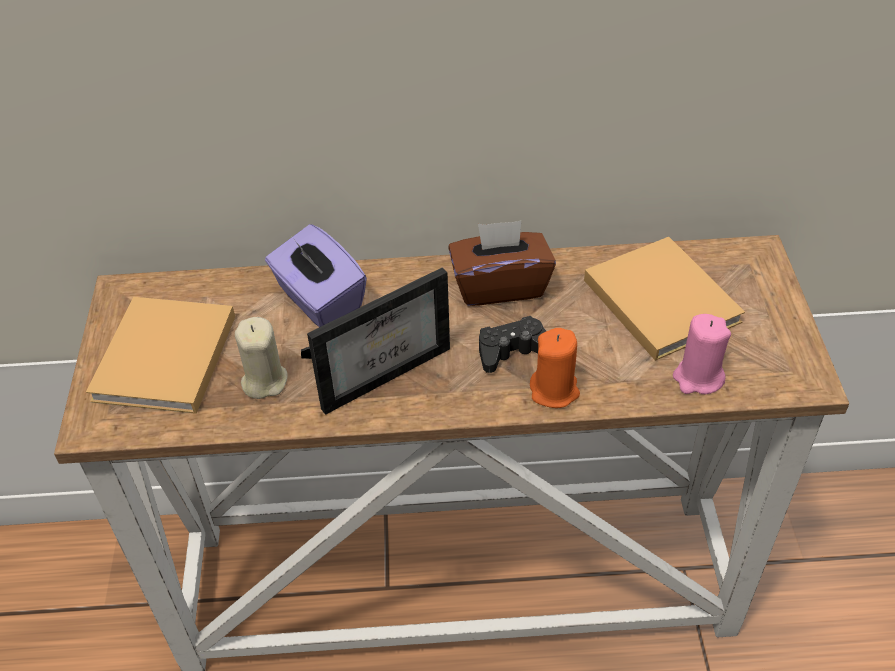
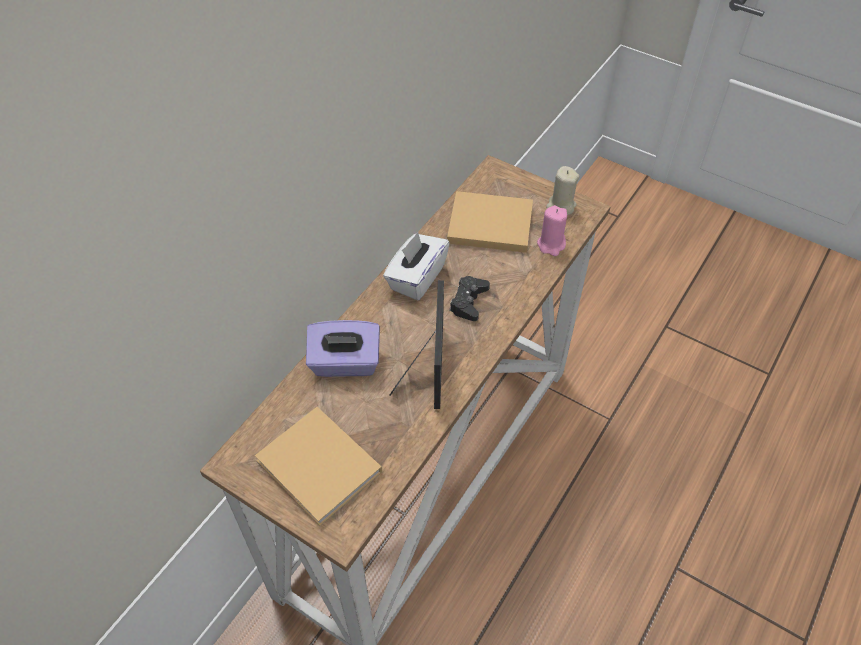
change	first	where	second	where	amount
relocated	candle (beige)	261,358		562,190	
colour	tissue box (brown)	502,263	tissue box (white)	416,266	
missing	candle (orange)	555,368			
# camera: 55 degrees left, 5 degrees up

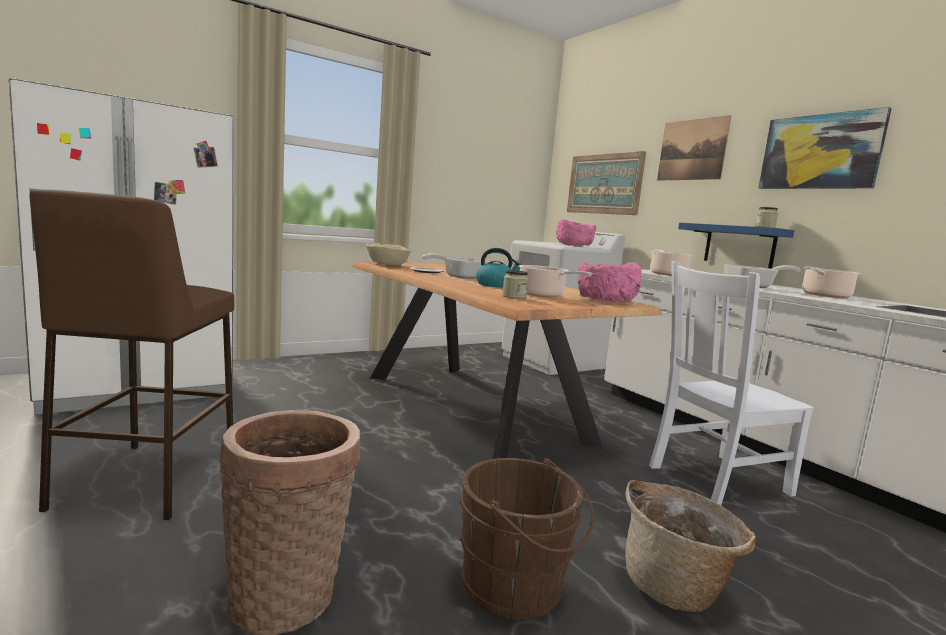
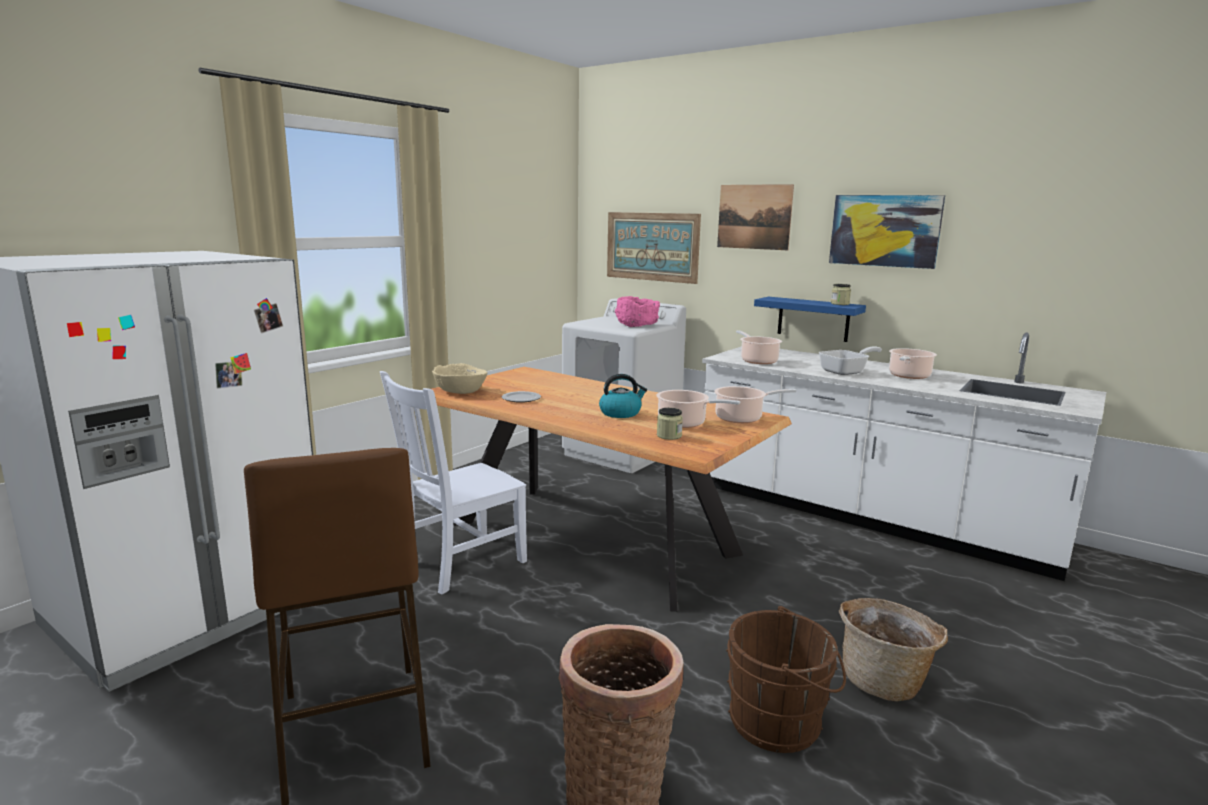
change	first	where	second	where	amount
missing	frying pan	455,266			
exchanged	bowl (pink)	610,282	cooking pot	755,404	
relocated	chair (white)	731,383		453,482	
# camera: 20 degrees left, 5 degrees up

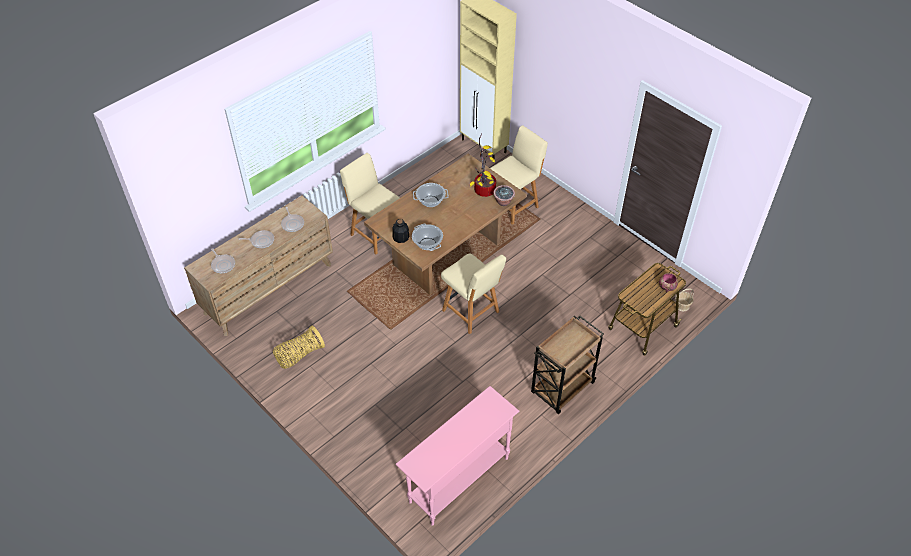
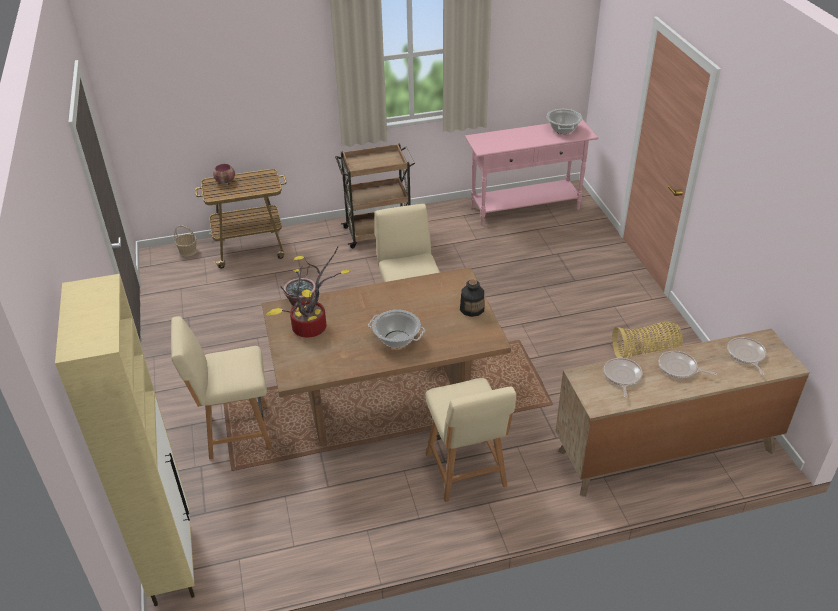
change	first	where	second	where	amount
relocated	cooking pot	427,237		565,121	
# camera: 150 degrees left, 10 degrees down

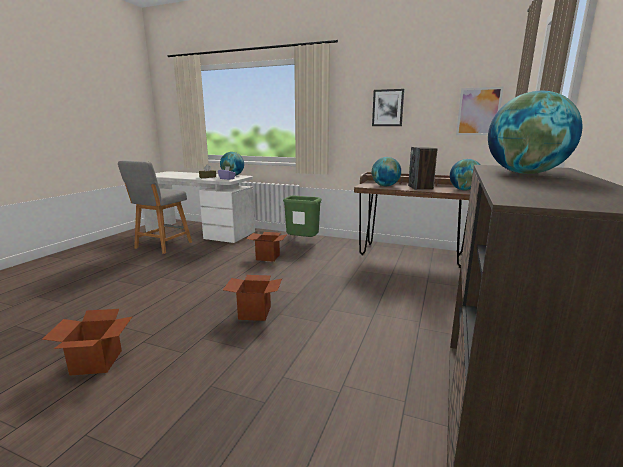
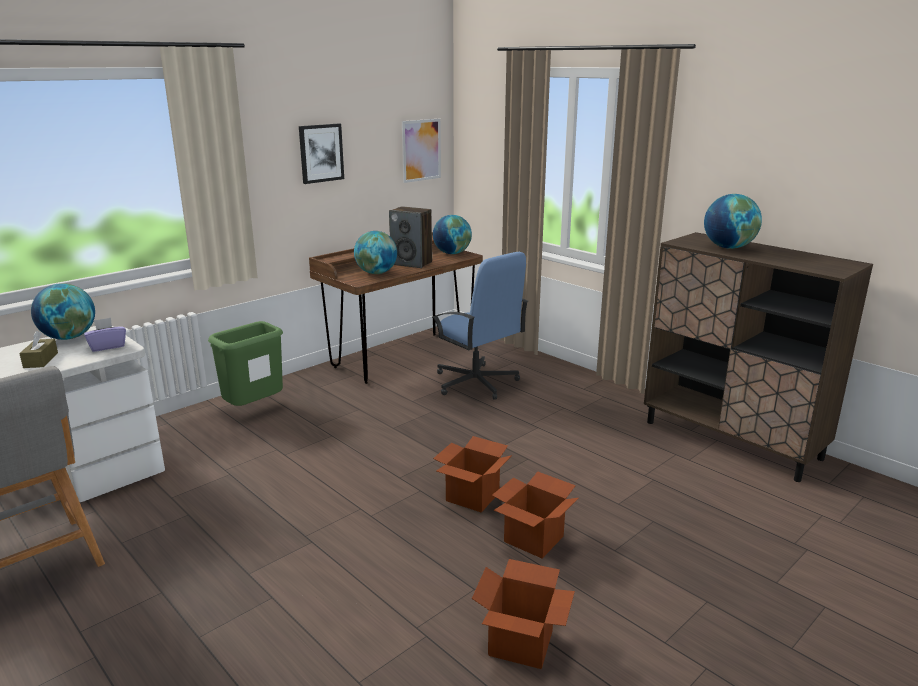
change	first	where	second	where	amount
relocated	cardboard box	267,247		535,515	
appeared			office chair (blue)	480,326	
# camera: 65 degrees left, 5 degrees up

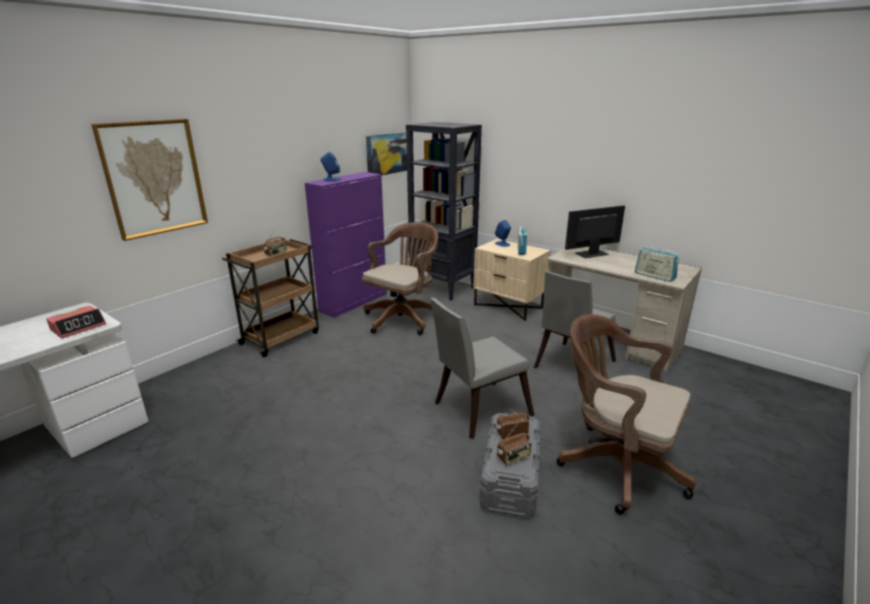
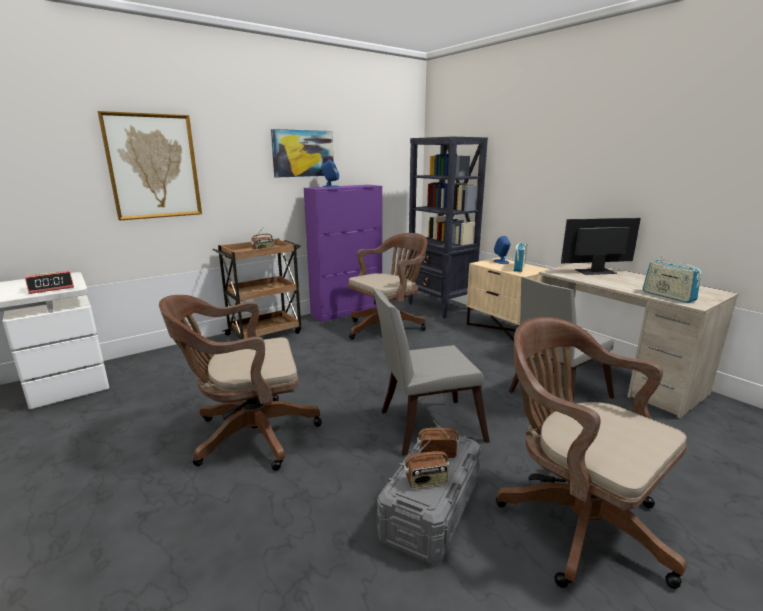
change	first	where	second	where	amount
relocated	picture	386,153		302,153	
appeared			office chair (brown)	240,383	
# camera: 15 degrees right, 5 degrees down

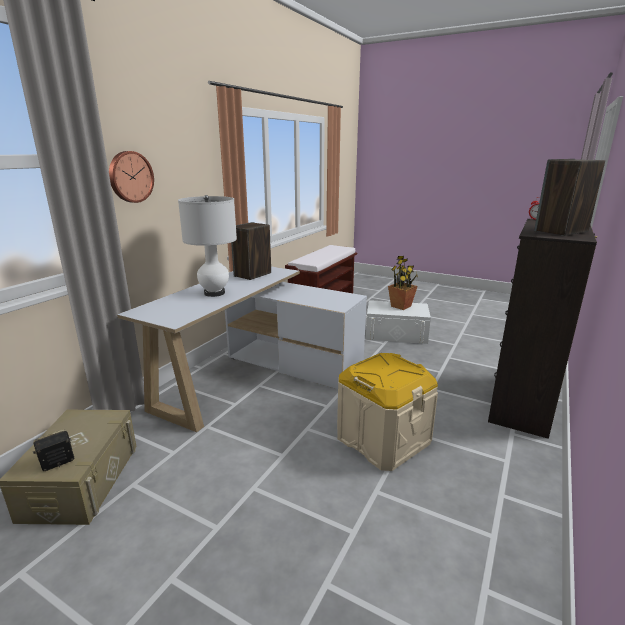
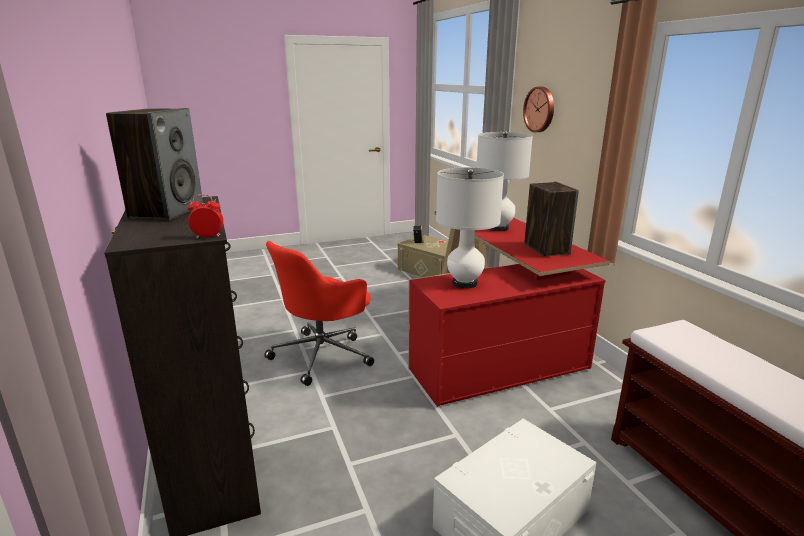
change	first	where	second	where	amount
colour	desk (white)	242,349	desk (red)	508,309	
exchanged	storage box (beige)	387,412	office chair (red)	319,313	
missing	potted plant	403,283			
appeared			table lamp (white)	470,228	
# camera: 130 degrees right, 0 degrees up

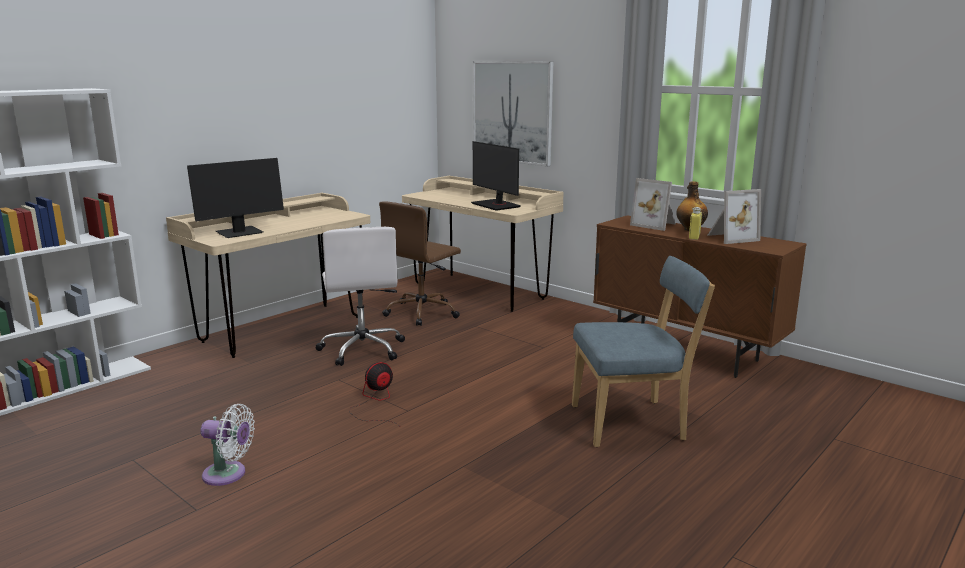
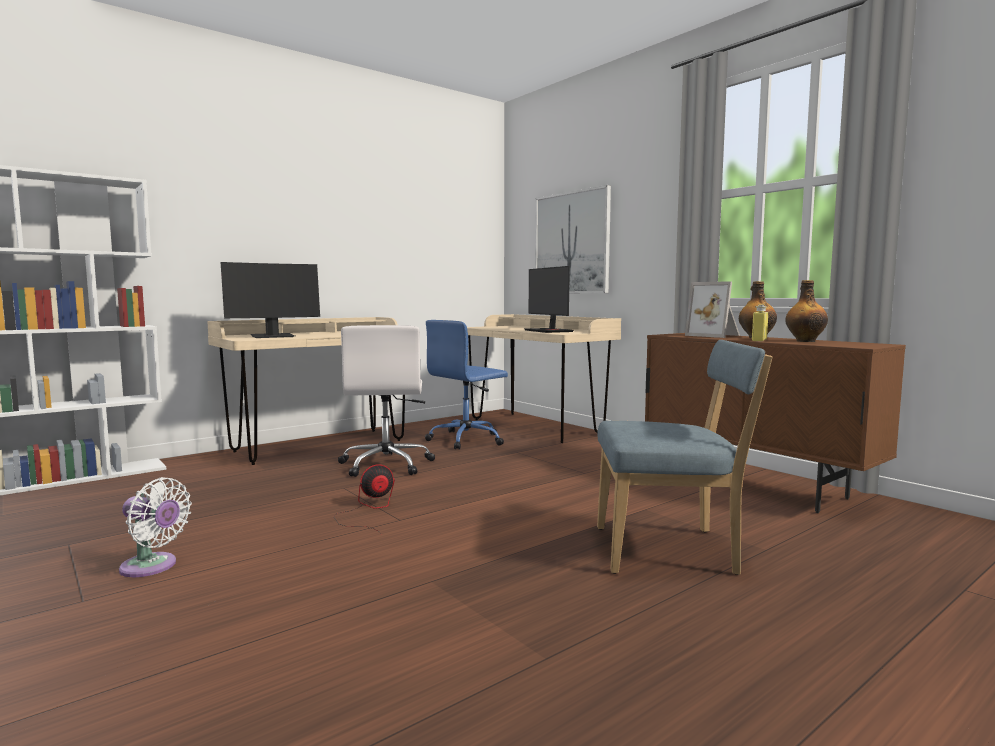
change	first	where	second	where	amount
colour	office chair (brown)	420,264	office chair (blue)	466,385	
exchanged	picture frame	734,216	bottle	806,311	
# camera: 10 degrees right, 10 degrees down

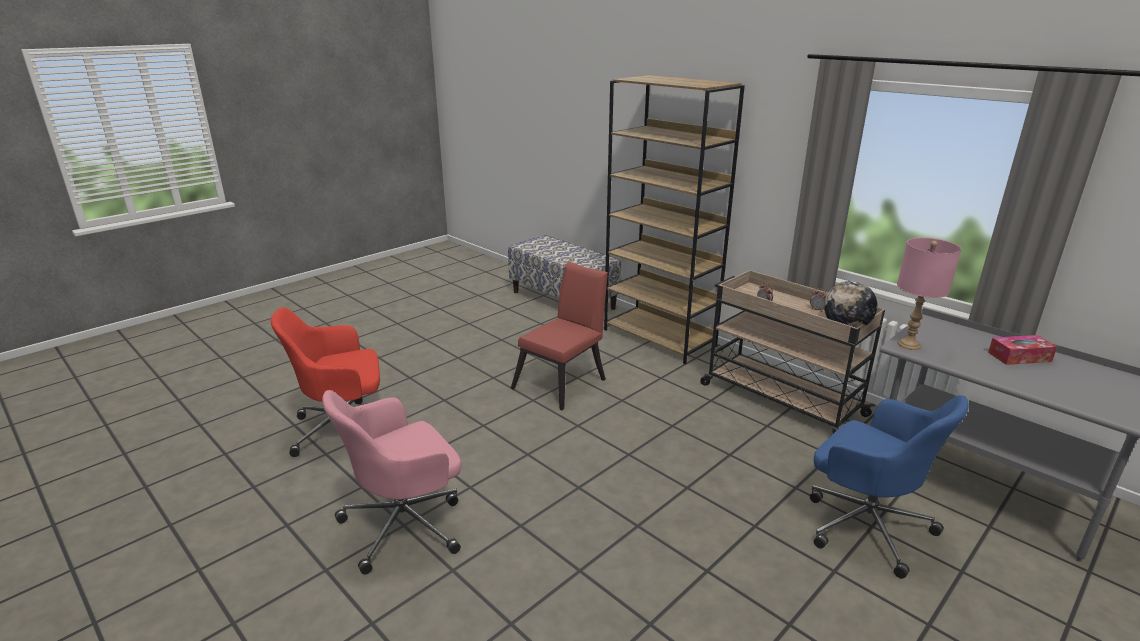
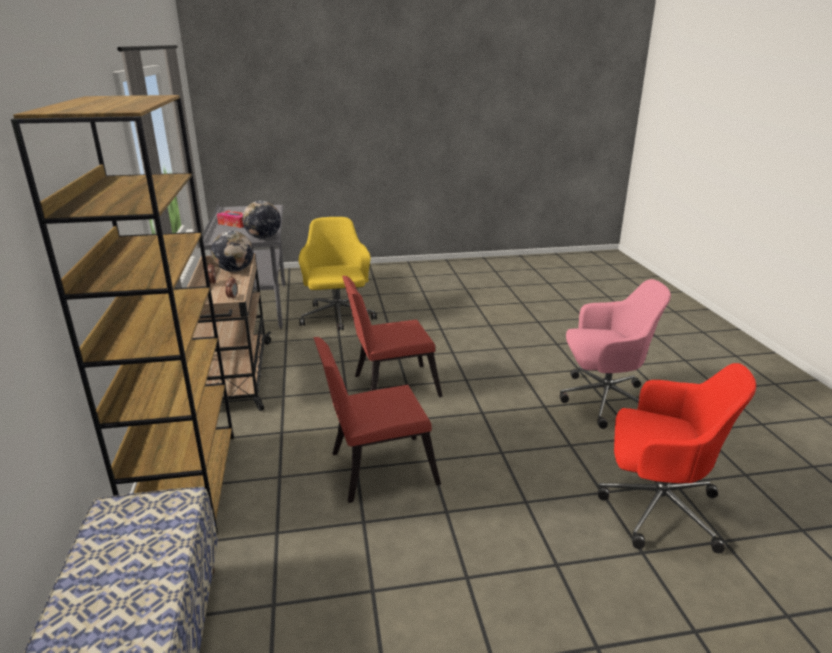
change	first	where	second	where	amount
colour	office chair (blue)	889,487	office chair (yellow)	338,274	
exchanged	table lamp (pink)	929,294	globe	261,220	
appeared			chair (red)	392,336	
# camera: 145 degrees left, 0 degrees up

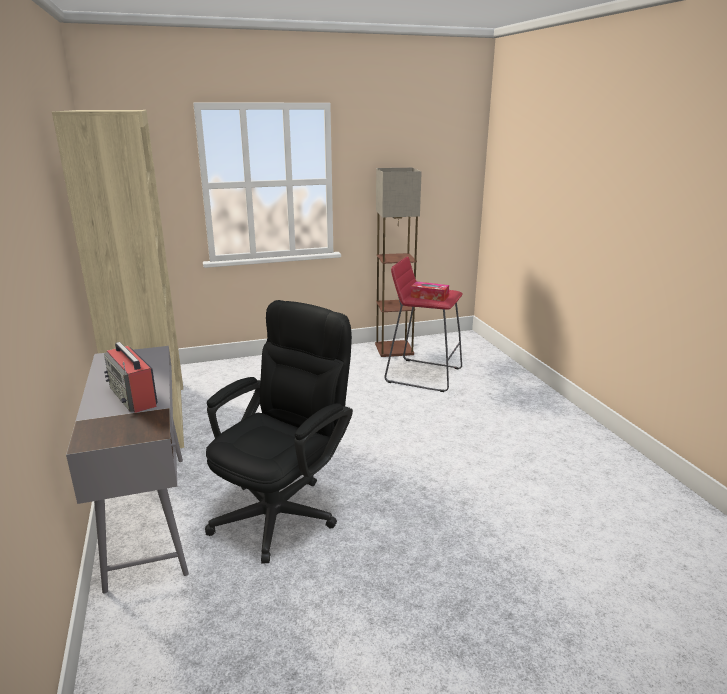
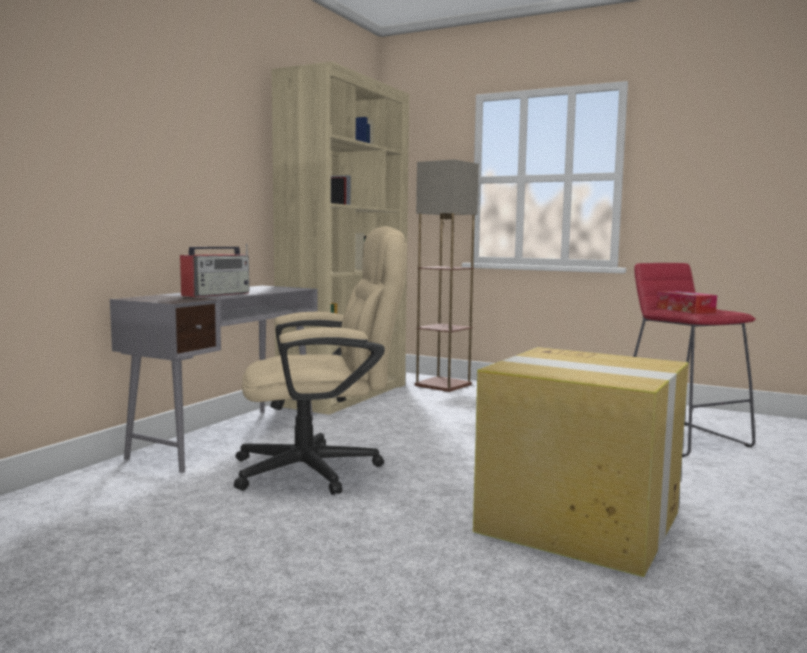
change	first	where	second	where	amount
spun	radio	131,377		214,270	150 degrees counterclockwise
colour	office chair (black)	279,432	office chair (beige)	320,360	
relocated	floor lamp	398,262		447,275	
appeared			cardboard box	581,462	
# camera: 45 degrees right, 15 degrees down

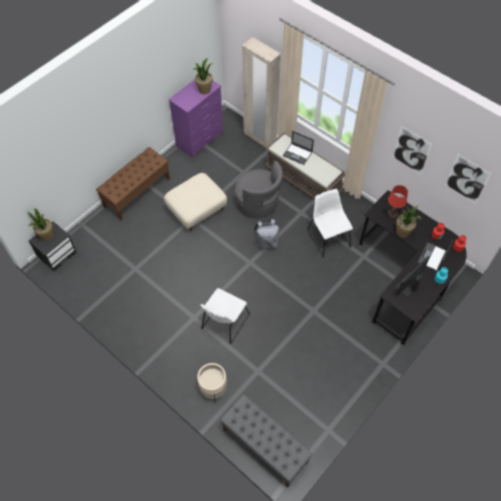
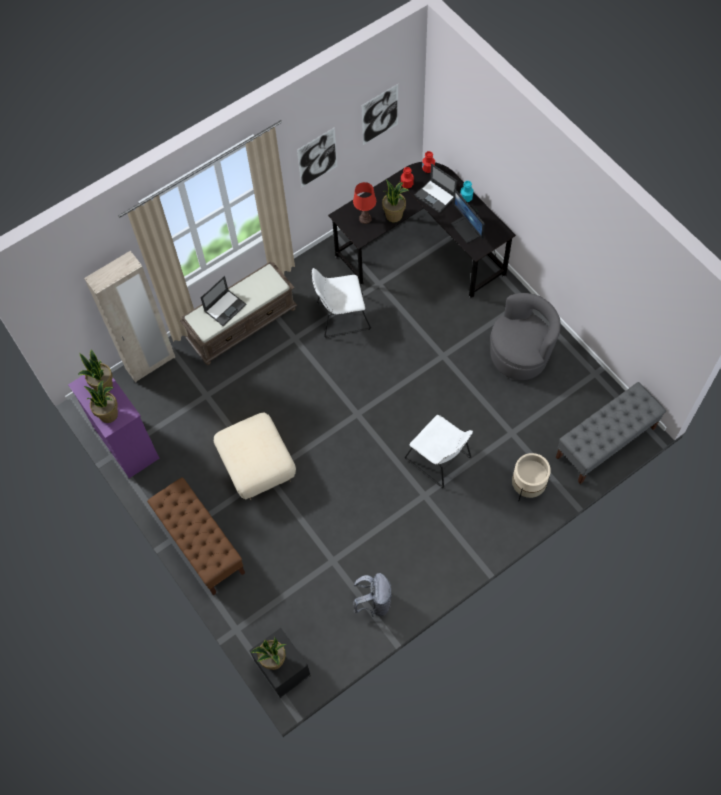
change	first	where	second	where	amount
relocated	armchair (grey)	259,189		525,336	
relocated	backpack (grey)	266,234		372,595	
appeared			potted plant	101,401	
# camera: 75 degrees left, 5 degrees up

